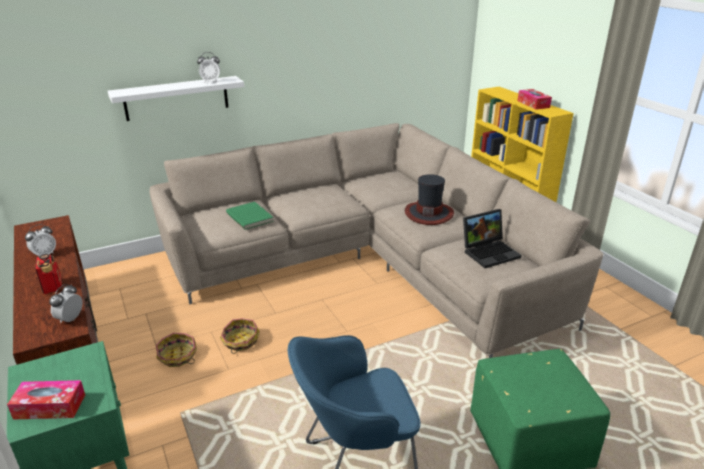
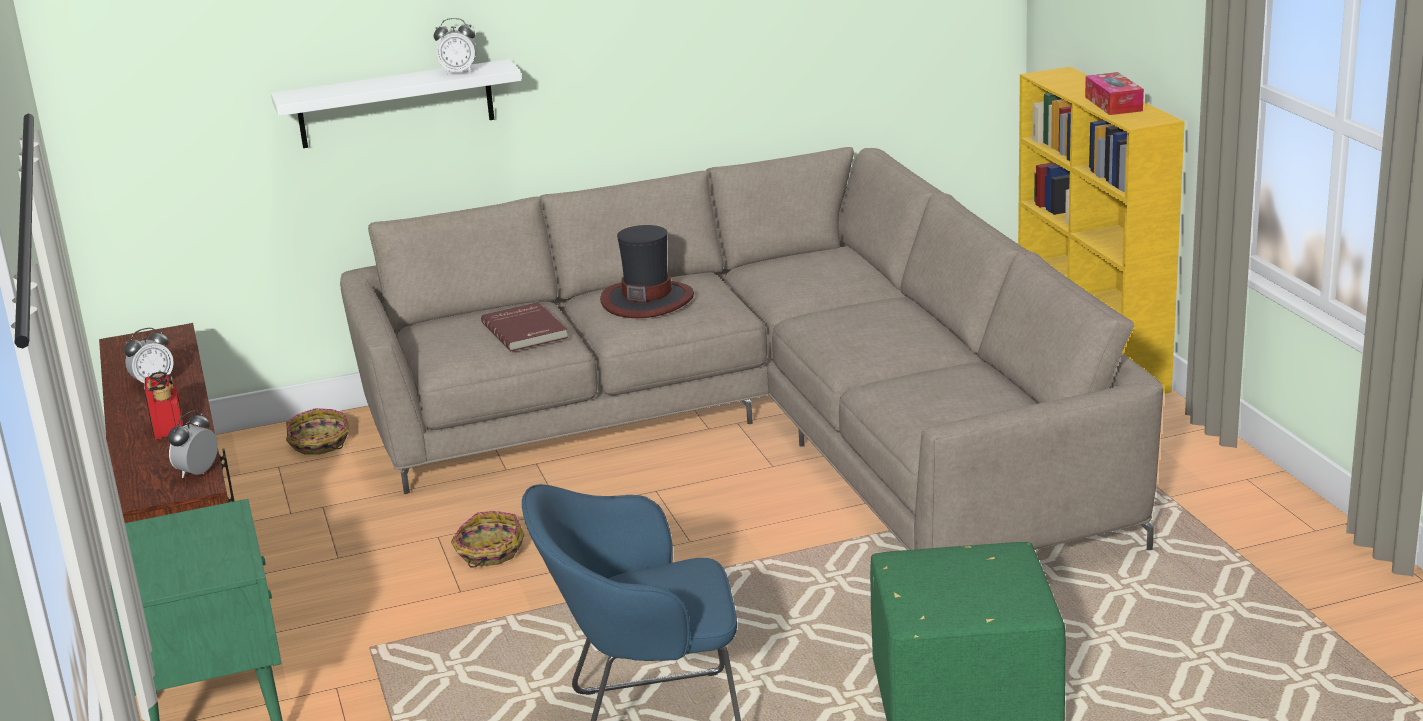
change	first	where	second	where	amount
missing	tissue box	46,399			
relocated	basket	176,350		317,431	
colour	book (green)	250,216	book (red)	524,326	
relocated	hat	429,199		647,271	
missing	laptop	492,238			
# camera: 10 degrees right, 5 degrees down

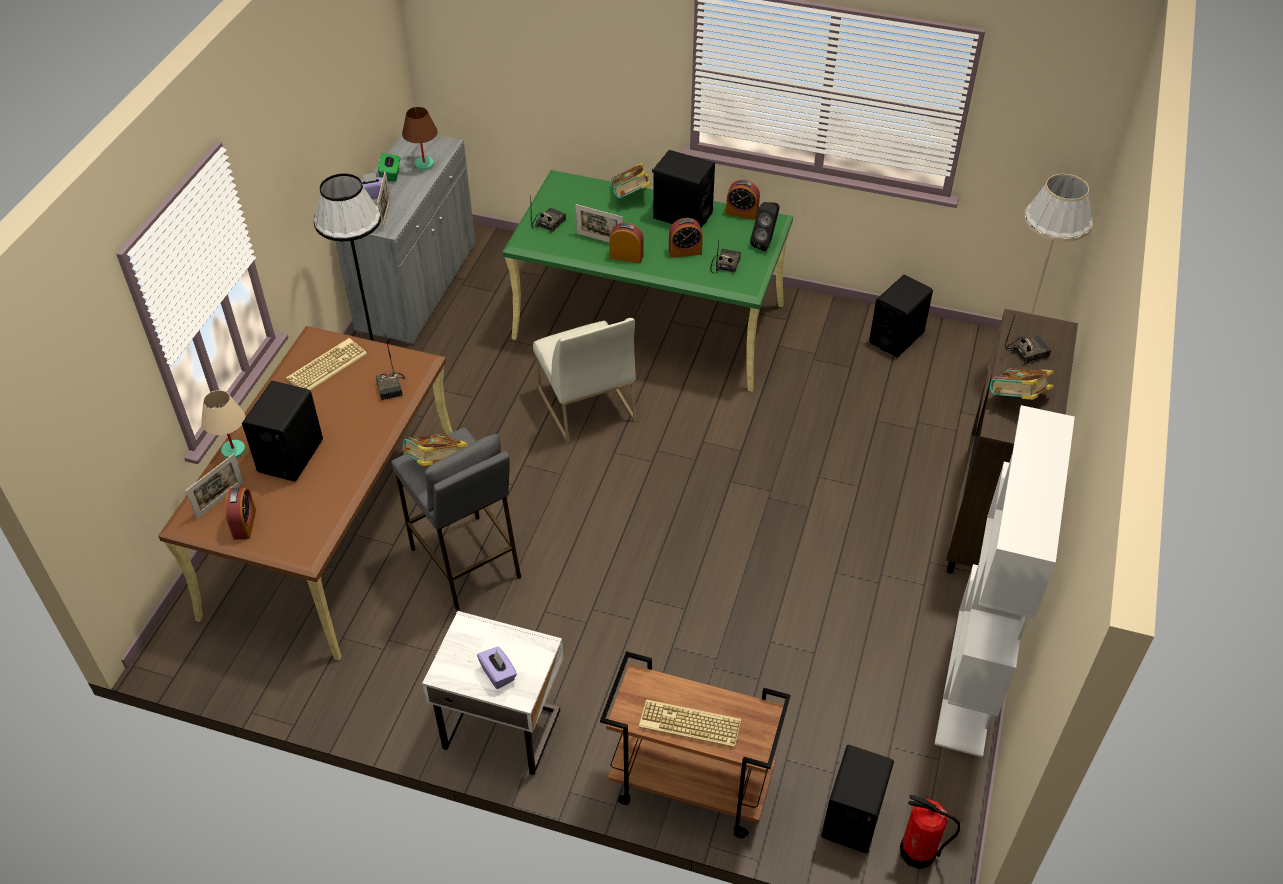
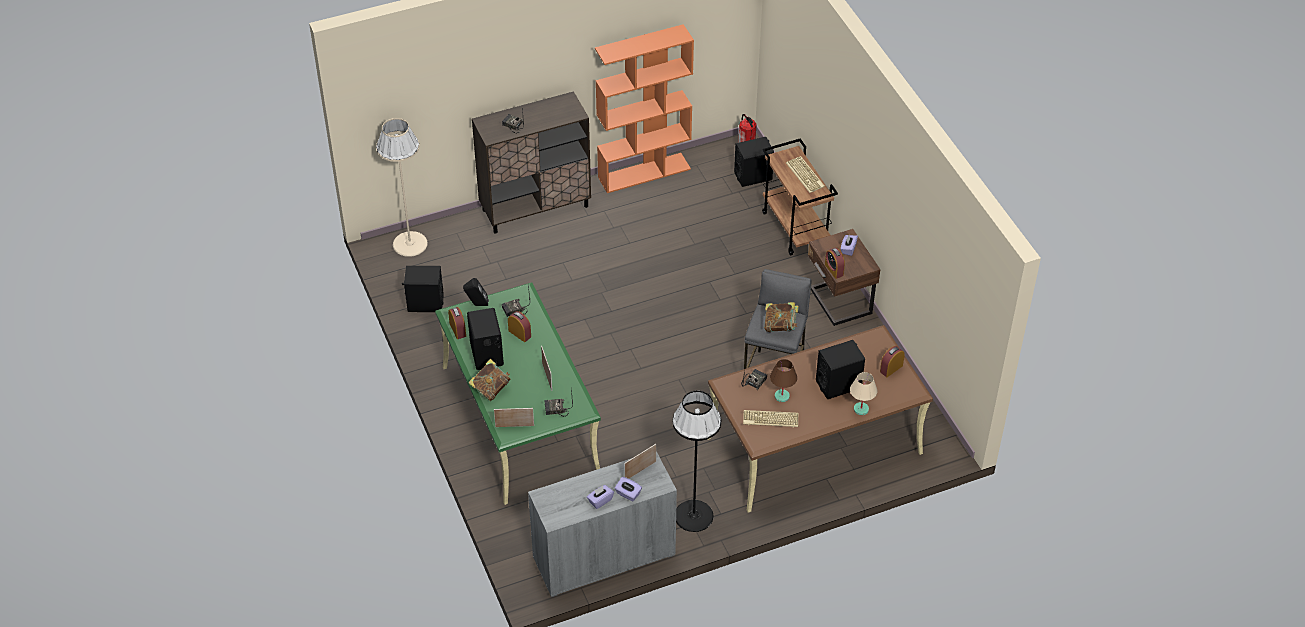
change	first	where	second	where	amount
relocated	picture frame	214,486		514,417	
colour	tissue box (green)	389,167	tissue box (purple)	600,497	
relocated	table lamp (brown)	420,139		783,380	
colour	nightstand (white)	493,693	nightstand (brown)	844,277	
missing	chair (white)	585,381			
relocated	alarm clock	626,243		835,263	
colour	bookcase (white)	1004,581	bookcase (orange)	644,108	
missing	book	1021,384			
# camera: 130 degrees left, 0 degrees up

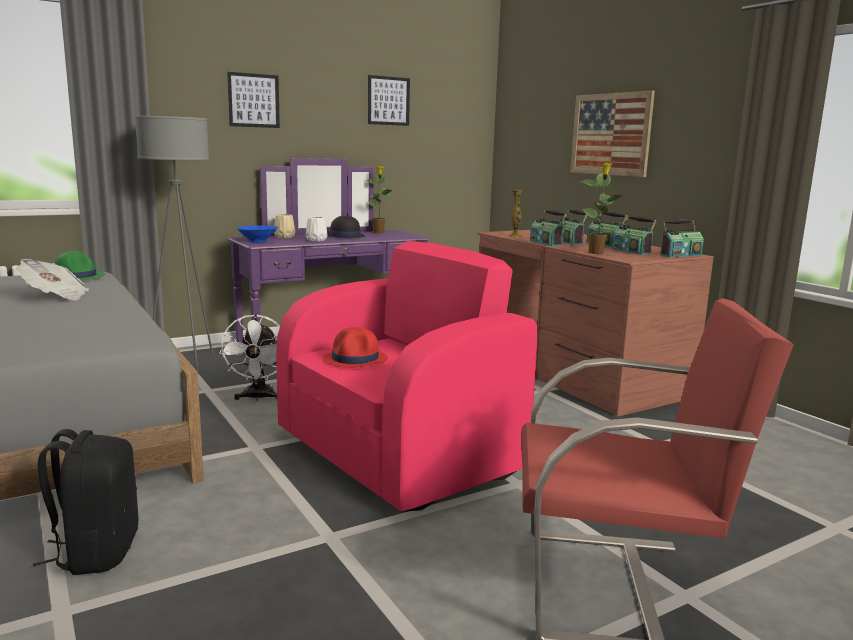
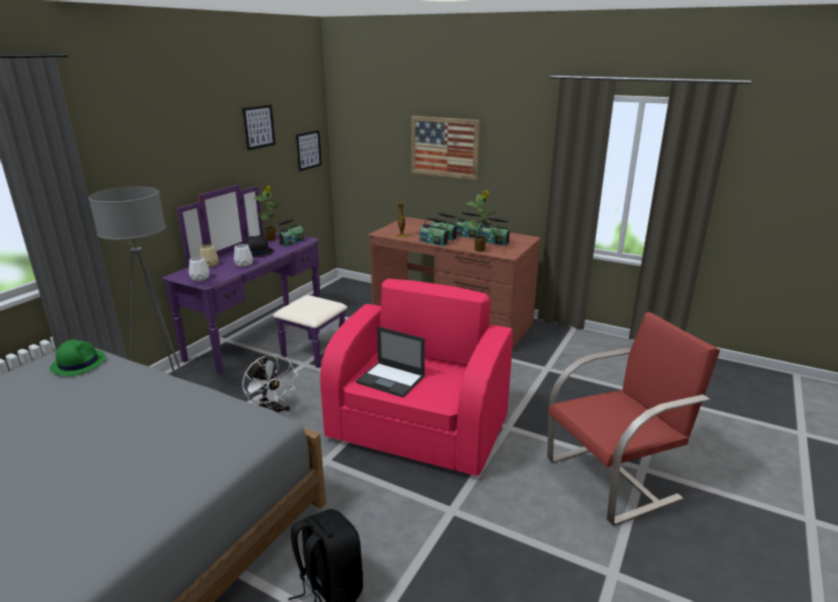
change	first	where	second	where	amount
missing	newspaper	52,279			
relocated	picture	253,100		309,150	
exchanged	bowl (blue)	257,234	vase (white)	199,269	
exchanged	hat (red)	355,347	laptop	390,361	
relocated	radio	682,238		290,233	
# camera: 30 degrees left, 10 degrees up

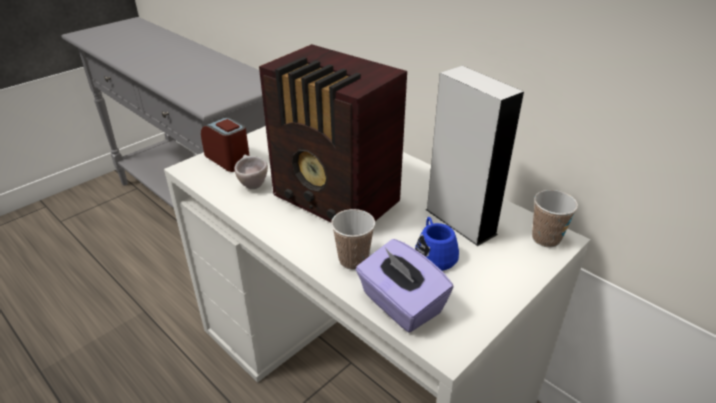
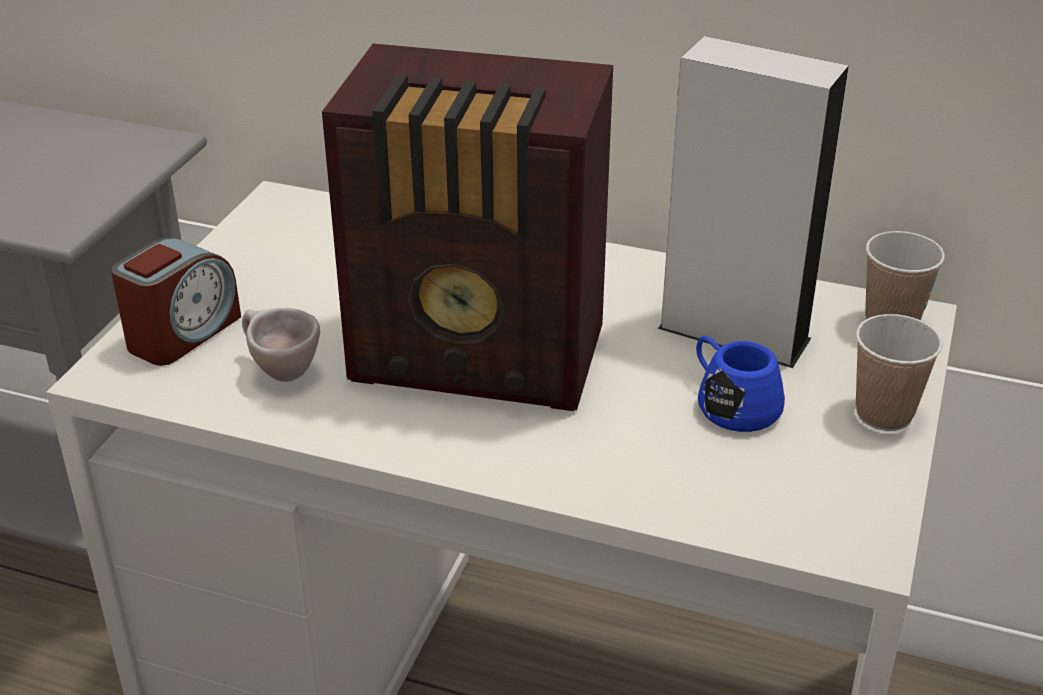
change	first	where	second	where	amount
spun	alarm clock	225,144		176,301	105 degrees clockwise
relocated	cup	353,239		899,372	
missing	tissue box (purple)	405,285			
# camera: 25 degrees left, 0 degrees up

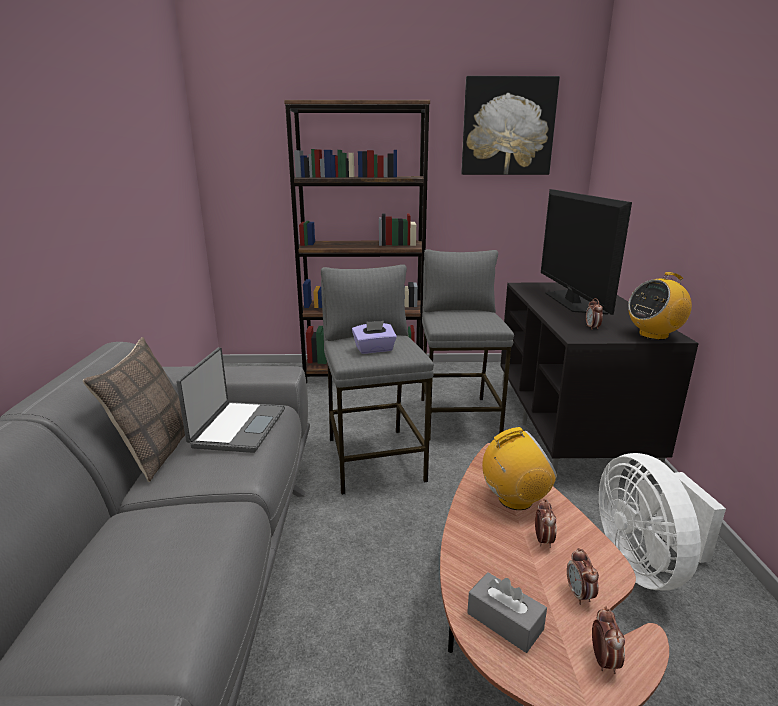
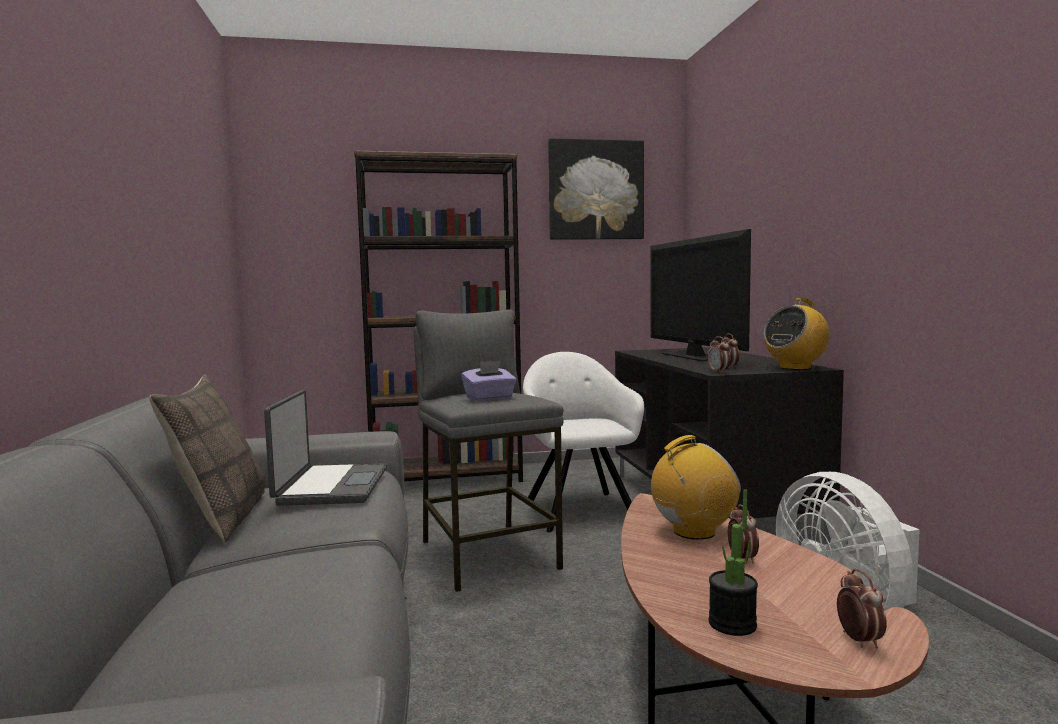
change	first	where	second	where	amount
exchanged	stool (grey)	467,344	armchair (white)	583,442	
exchanged	tissue box (grey)	507,612	potted plant	733,562	
relocated	alarm clock	583,576		719,355	
# camera: 10 degrees left, 15 degrees down

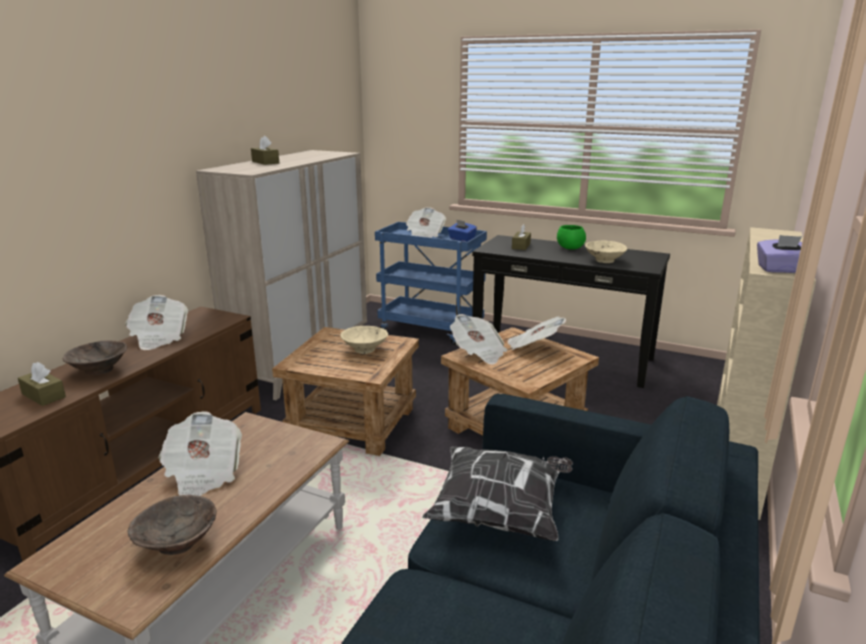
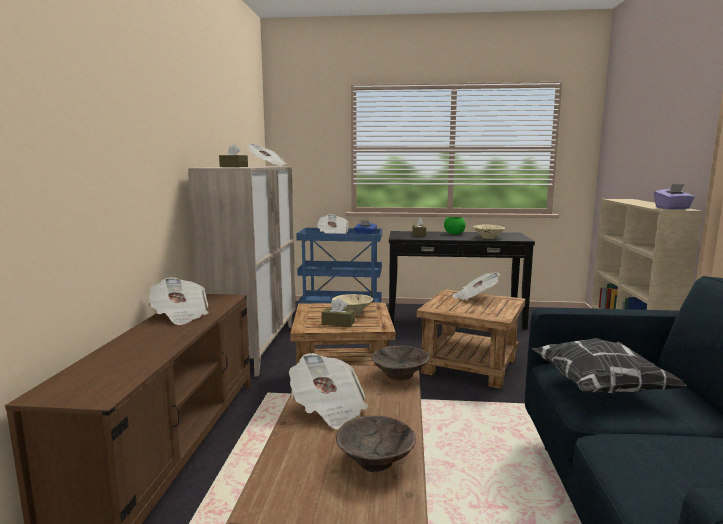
change	first	where	second	where	amount
relocated	tissue box (brown)	42,384		338,312	
relocated	bowl (brown)	95,357		400,363	
relocated	newspaper	478,339		267,154	
# camera: 20 degrees left, 10 degrees down

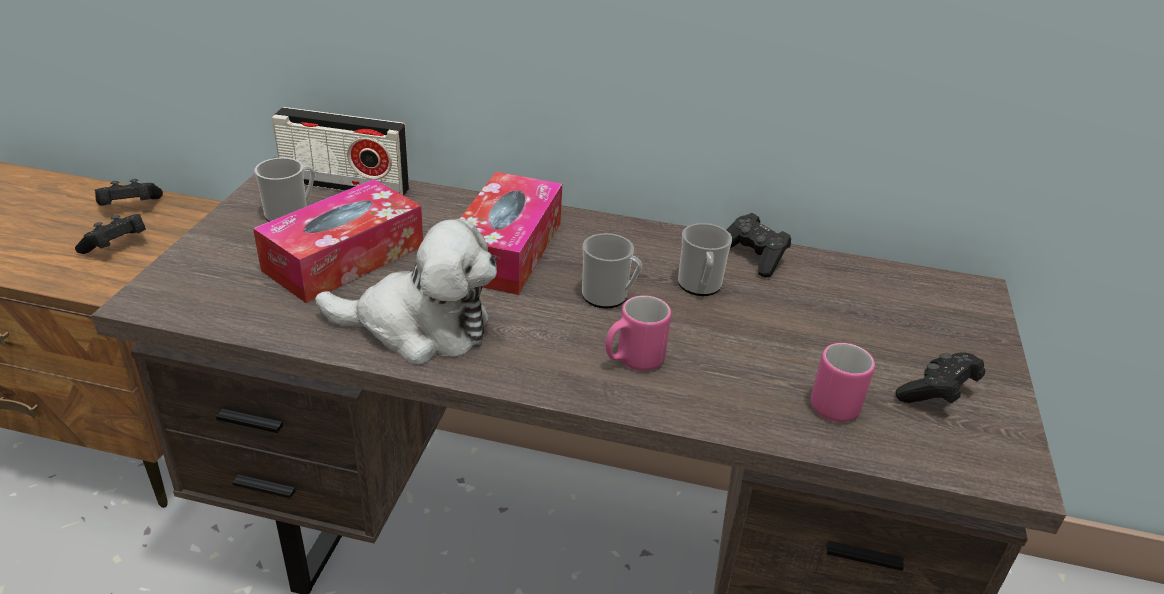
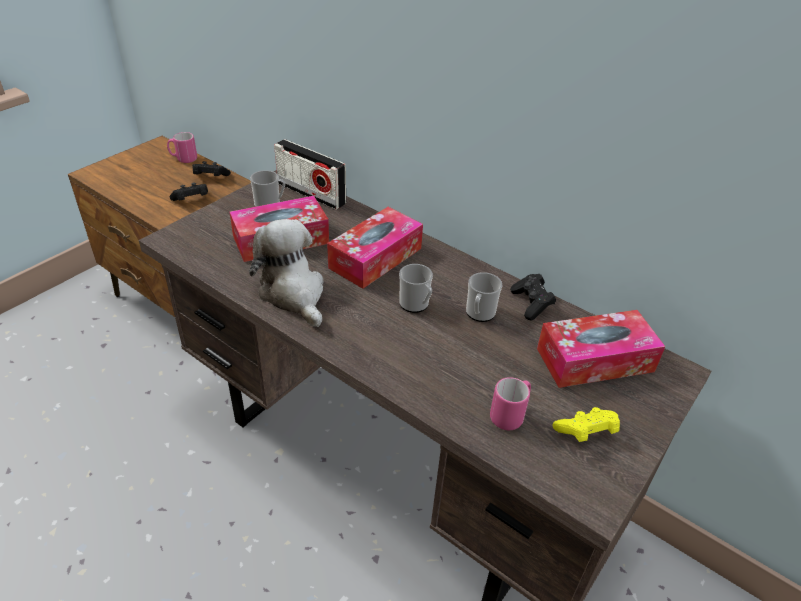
change	first	where	second	where	amount
spun	plush toy	406,291		286,273	150 degrees counterclockwise
relocated	mug (pink)	638,333		182,147	
colour	game controller (black)	940,378	game controller (yellow)	586,424	
appeared			tissue box	601,349	
# camera: 25 degrees right, 5 degrees up

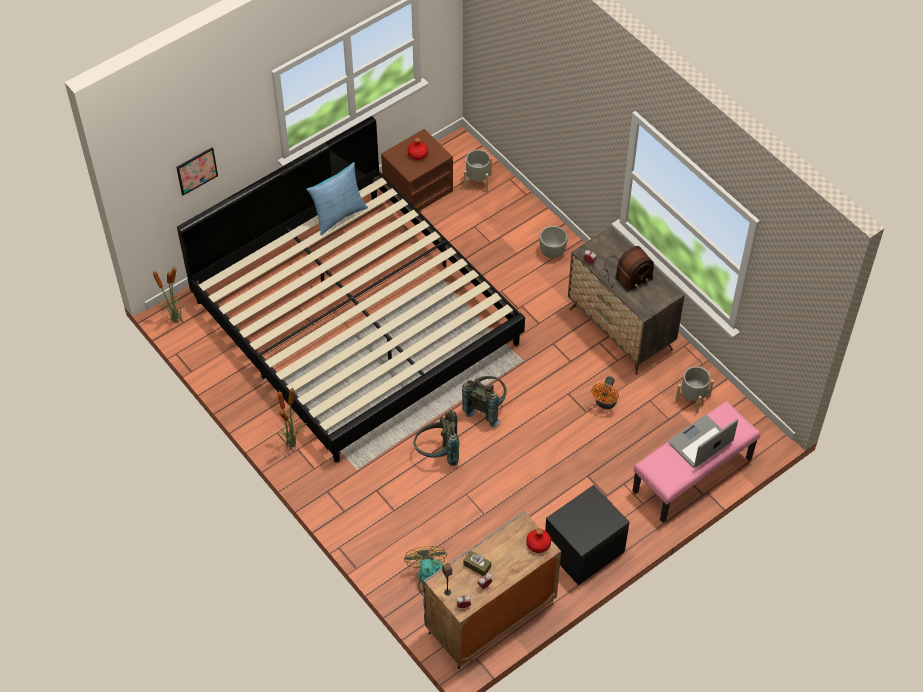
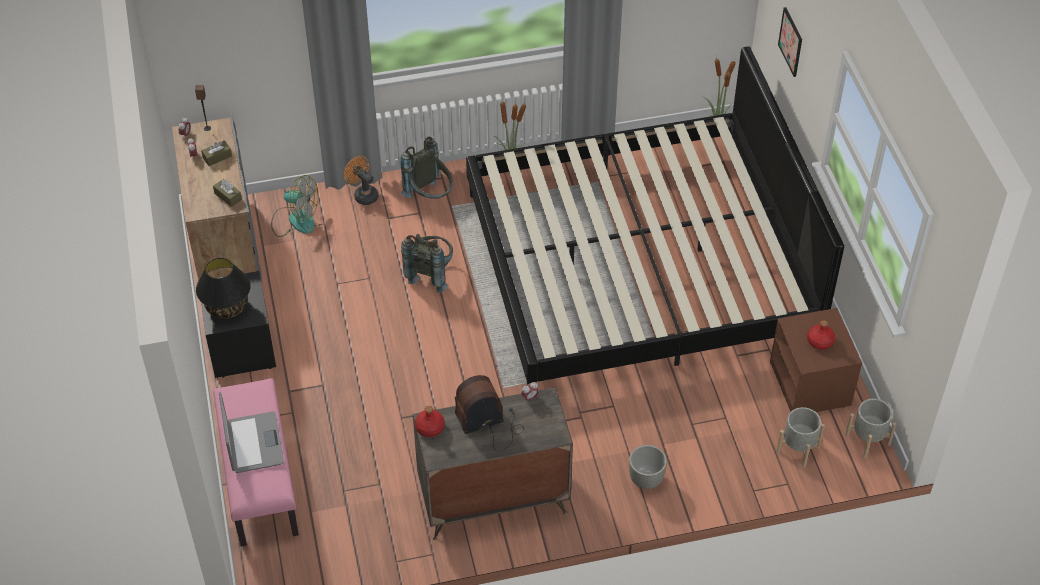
change	first	where	second	where	amount
missing	pillow	337,198			
relocated	backpack (grey)	484,401		426,168	
relocated	bottle (red)	538,540		430,421	
relocated	fan (orange)	605,392		361,180	
spun	radio	626,269		489,413	75 degrees clockwise
relocated	planter (grey)	694,389		870,428	
appeared			table lamp (black)	223,288	
appeared			tissue box (brown)	227,193	
# camera: 115 degrees right, 5 degrees down

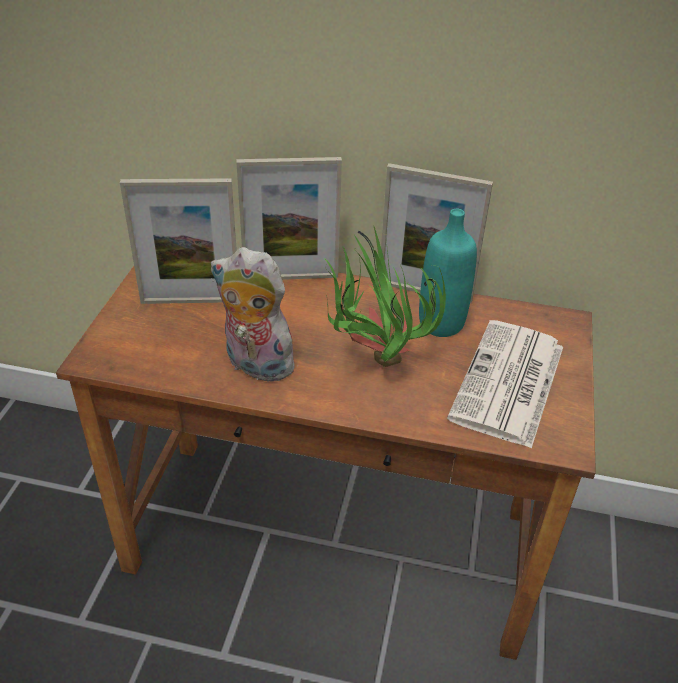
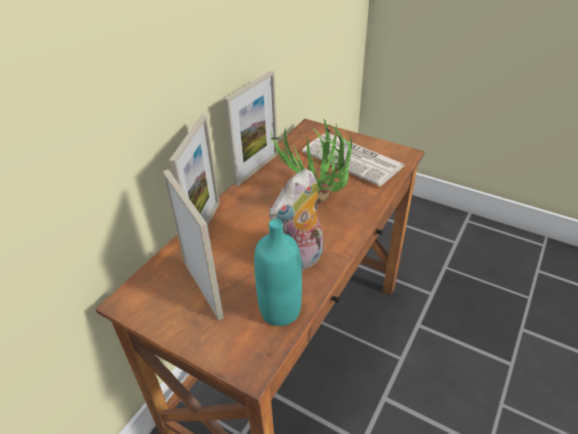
change	first	where	second	where	amount
spun	picture frame	178,241		193,245	45 degrees counterclockwise
relocated	bottle (turquoise)	448,273		278,272	
# camera: 70 degrees left, 0 degrees up

